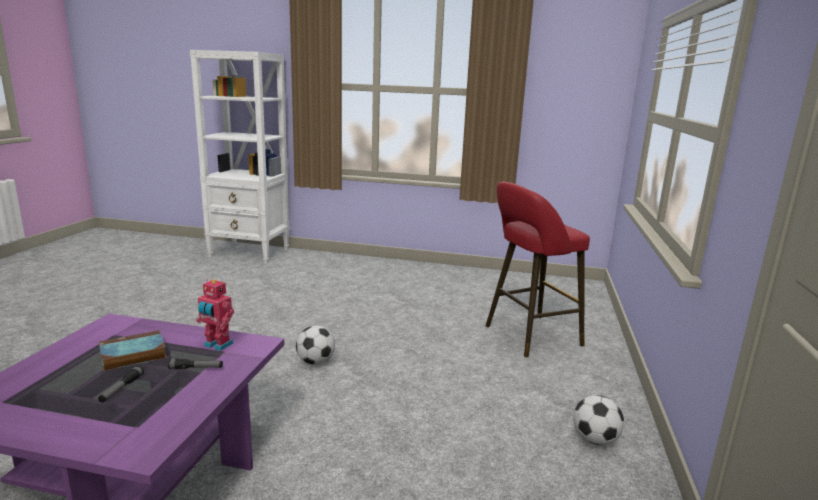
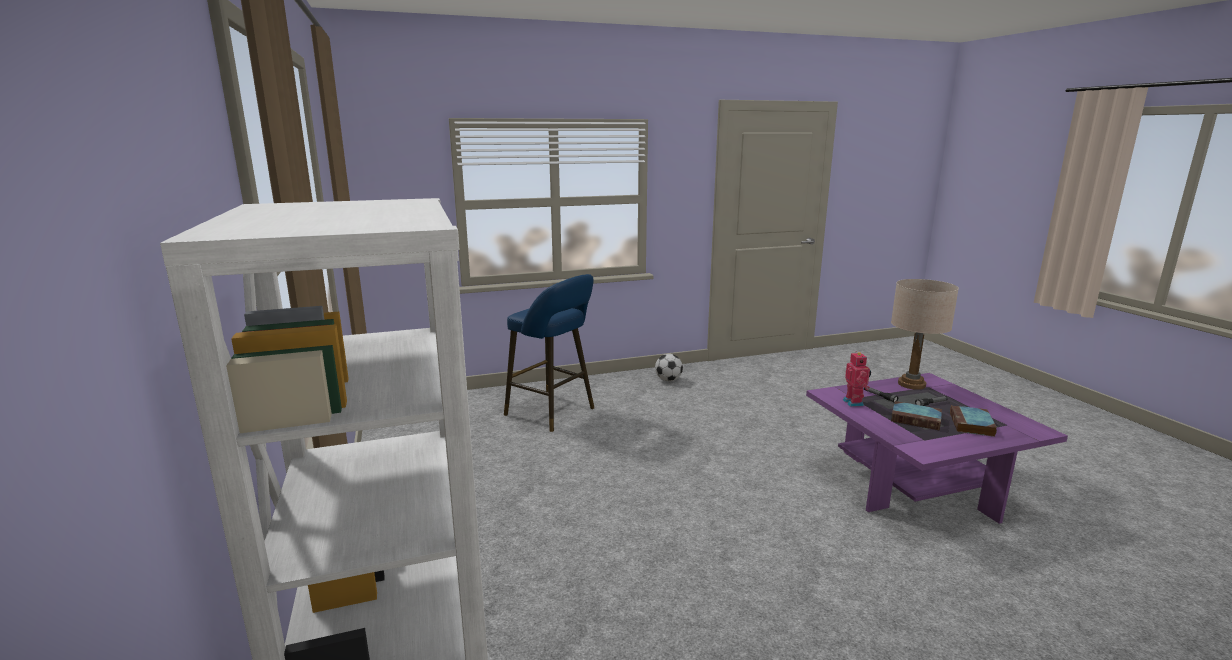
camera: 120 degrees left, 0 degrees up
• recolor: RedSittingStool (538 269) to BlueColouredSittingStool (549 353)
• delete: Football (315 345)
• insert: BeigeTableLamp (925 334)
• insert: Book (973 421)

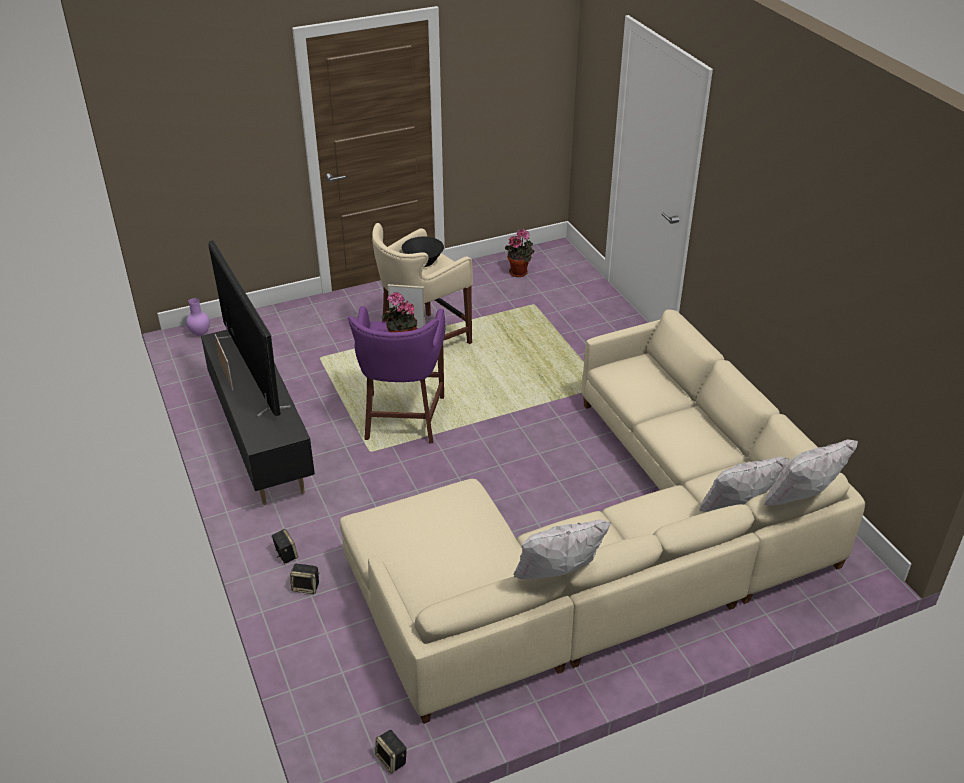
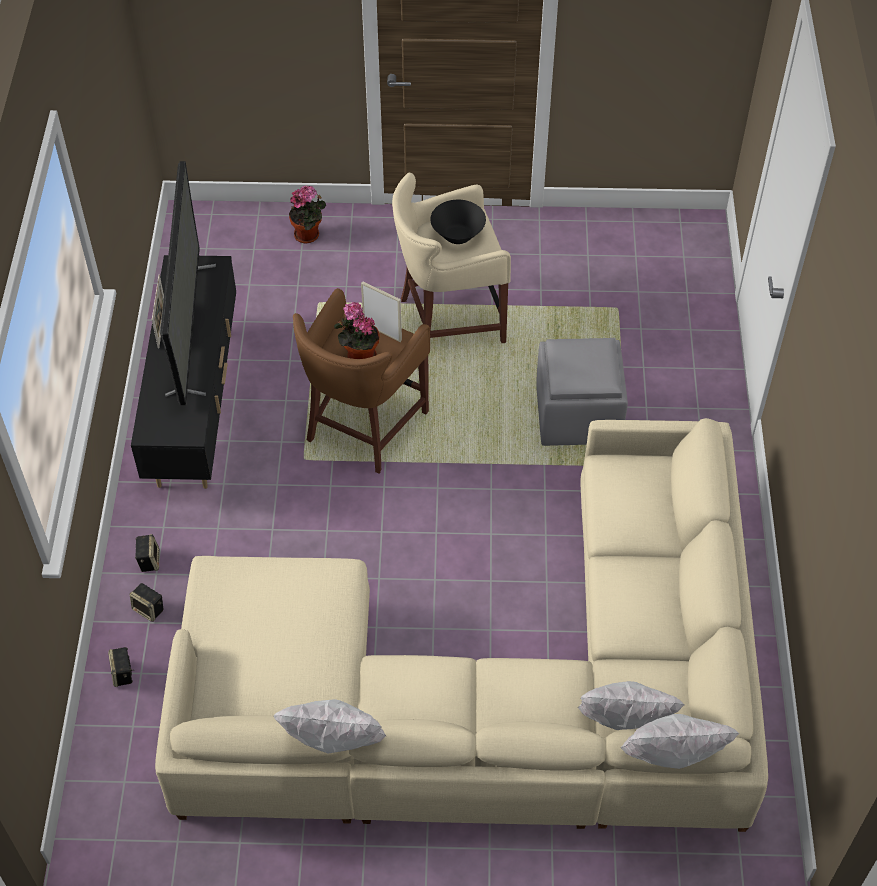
camera: 25 degrees right, 15 degrees up
• move: PottedPlant (519 253) to (307 215)
• delete: PurpleFlowerVase (198 317)
• recolor: PurpleSittingStool (396 374) to BrownSittingStool (361 381)
• move: AudioSpeaker (391 751) to (120 667)
• insert: GreyPouffe (582 392)

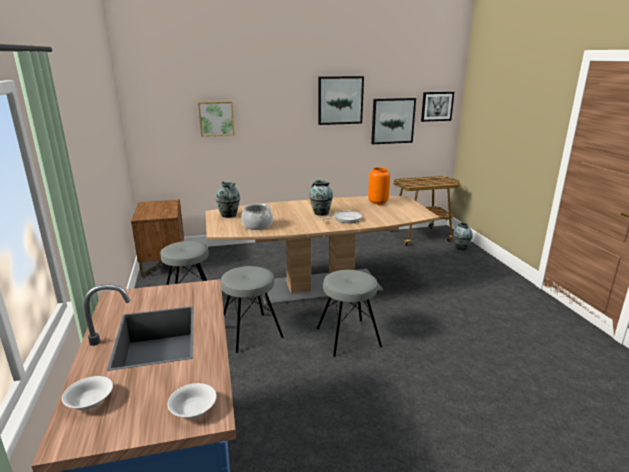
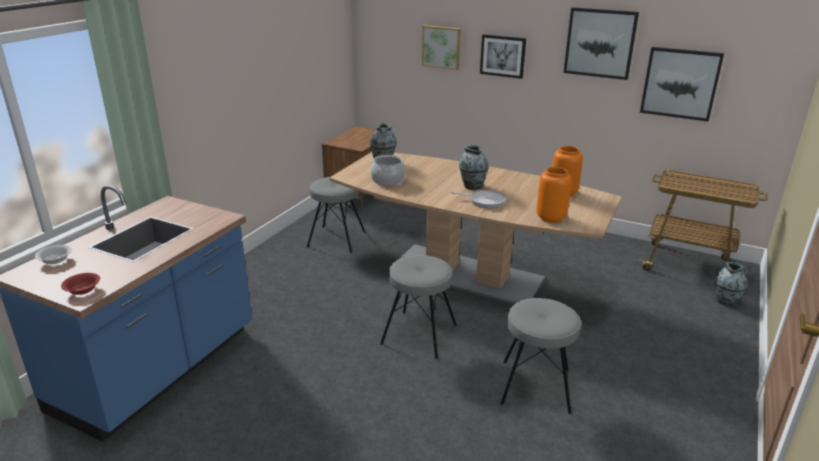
camera: 40 degrees right, 5 degrees up
• move: WallPicture (437 107) to (503 56)
• move: GreySittingStool (252 309) to (540 356)
• recolor: WhiteColouredDeepDish (192 401) to RedDeepDish (80 284)
• insert: OrangeColouredFlowerVase (554 195)

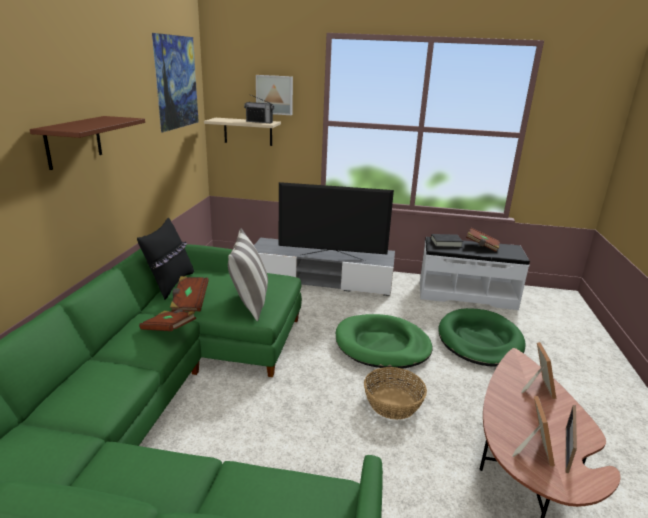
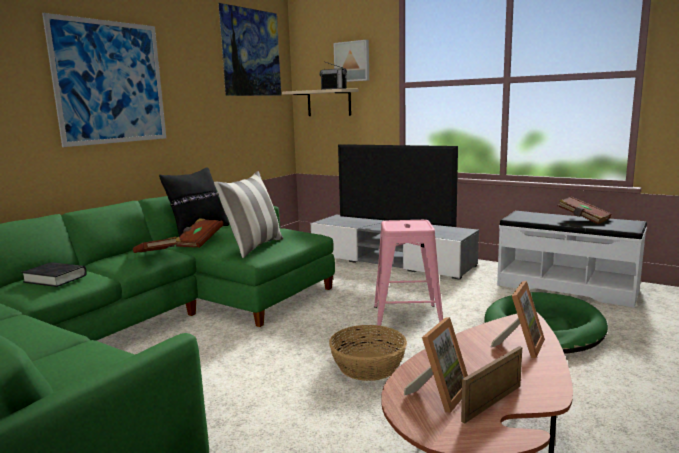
camera: 25 degrees right, 10 degrees down
• replace: BrownBracketShelf (87 143) to WallPicture (104 80)
• move: BlackBook (447 241) to (54 274)
• replace: GreenDogBed (384 341) to PinkSittingStool (408 276)

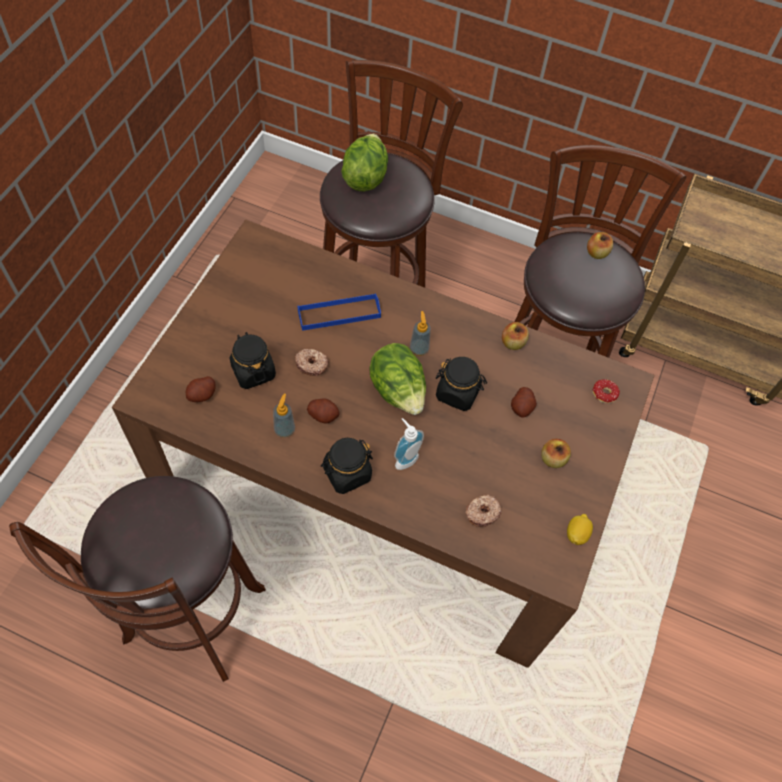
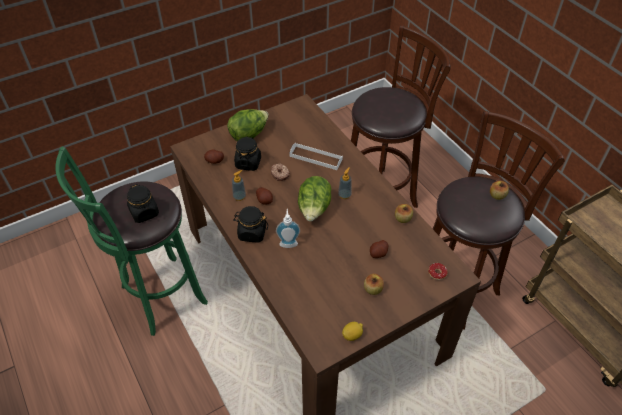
camera: 40 degrees right, 10 degrees down
• move: LettuceHead (364 163) to (248 125)
• recolor: BlueColouredTray (339 312) to WhiteColouredTray (316 156)
• move: BlackJar (461 384) to (143 203)
• recolor: BrownSittingStool (137 579) to GreenSittingStool (131 241)
• delete: RingDoughnut (483 511)

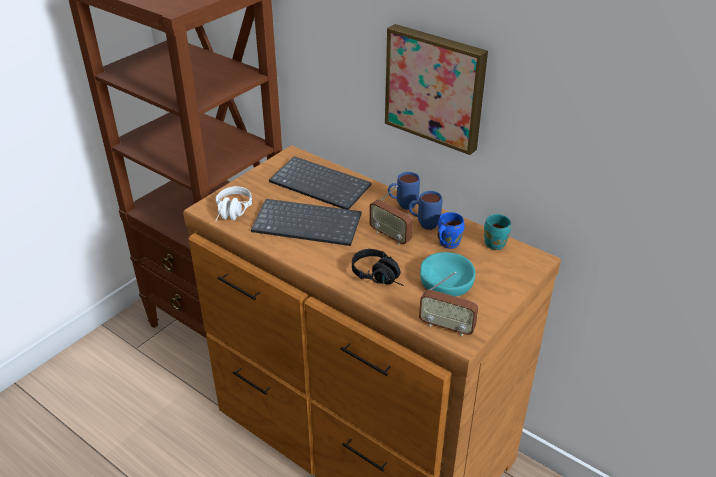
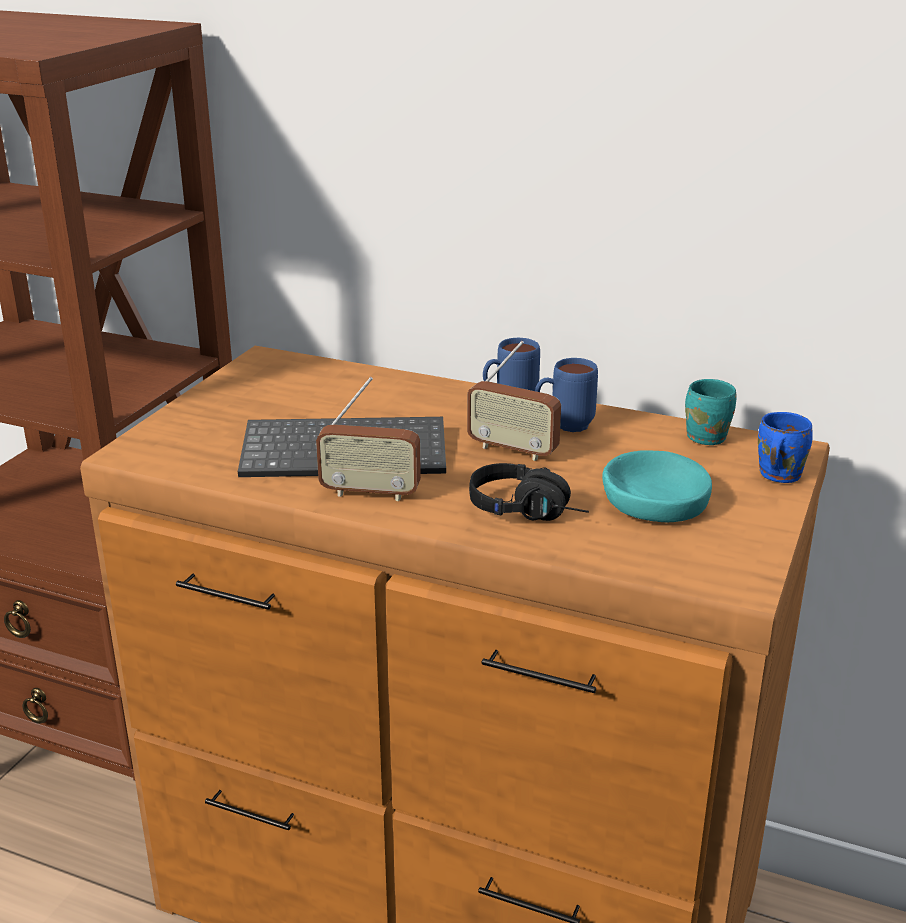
camera: 15 degrees left, 10 degrees down
• delete: WallPicture (436 89)
• delete: PcKeyboard (320 183)
• delete: WhiteColouredHeadphones (233 204)
• move: BlueColouredCoffeeMug (451 230) to (785 447)
• move: RadioReceiver (448 304) to (368 439)

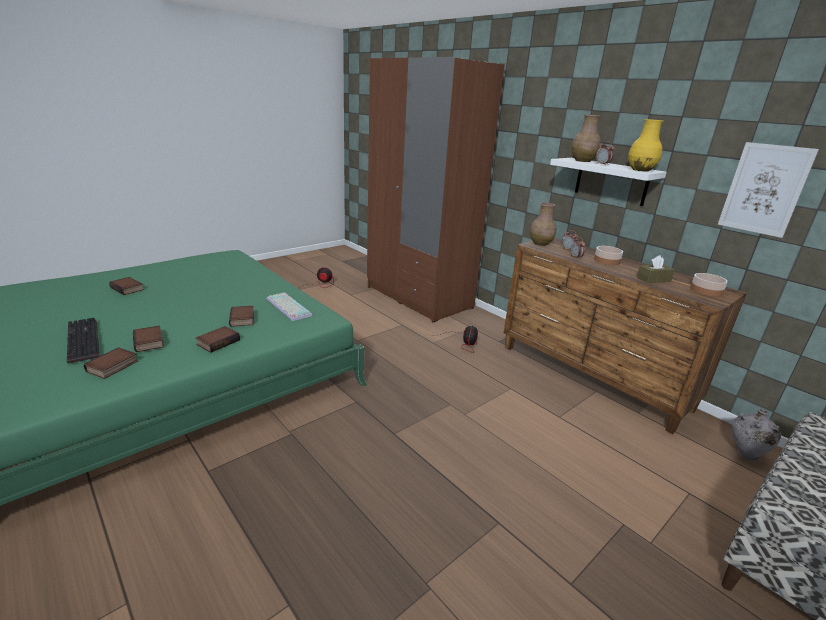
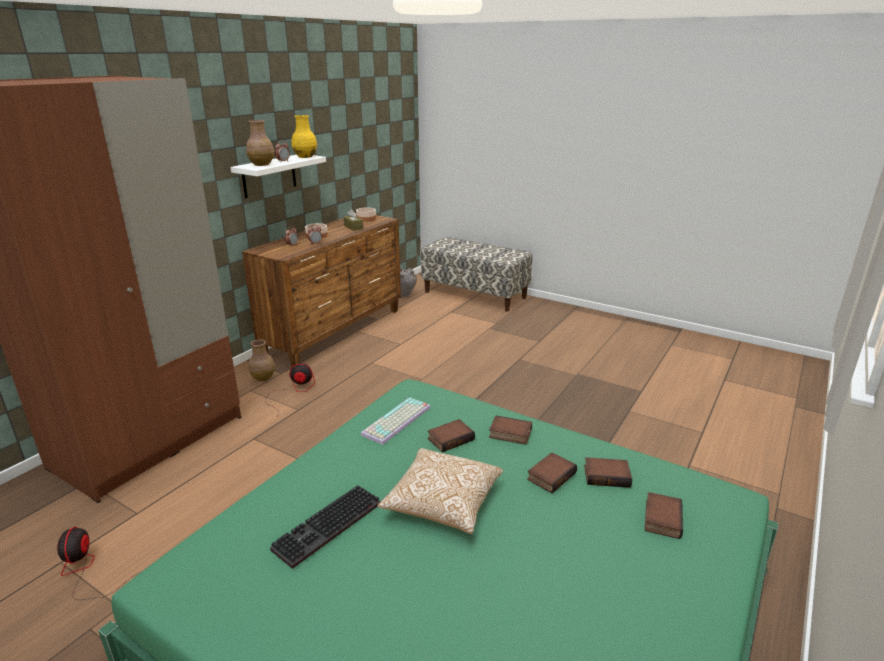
camera: 105 degrees left, 0 degrees up
• delete: WallPicture (768 190)
• move: BrownFlowerVase (543 224) to (261 360)
• move: Book (126 286) to (664 515)
• move: PcKeyboard (83 341) to (325 527)
• insert: Pillow (440 491)

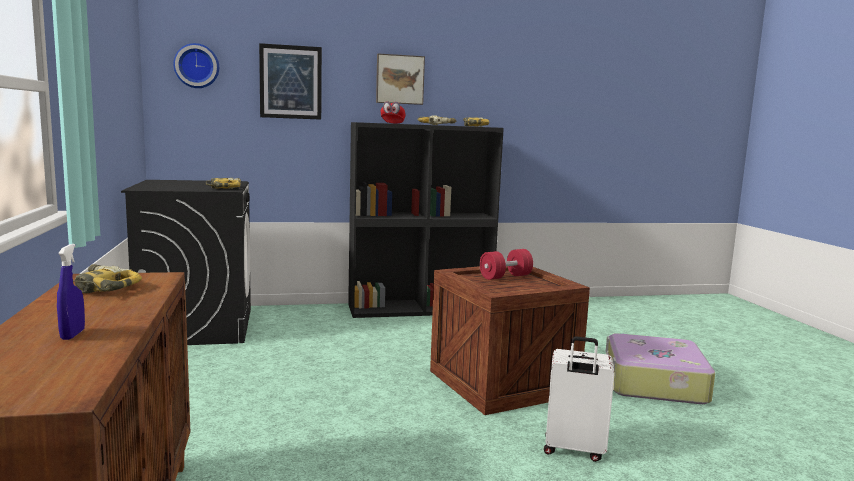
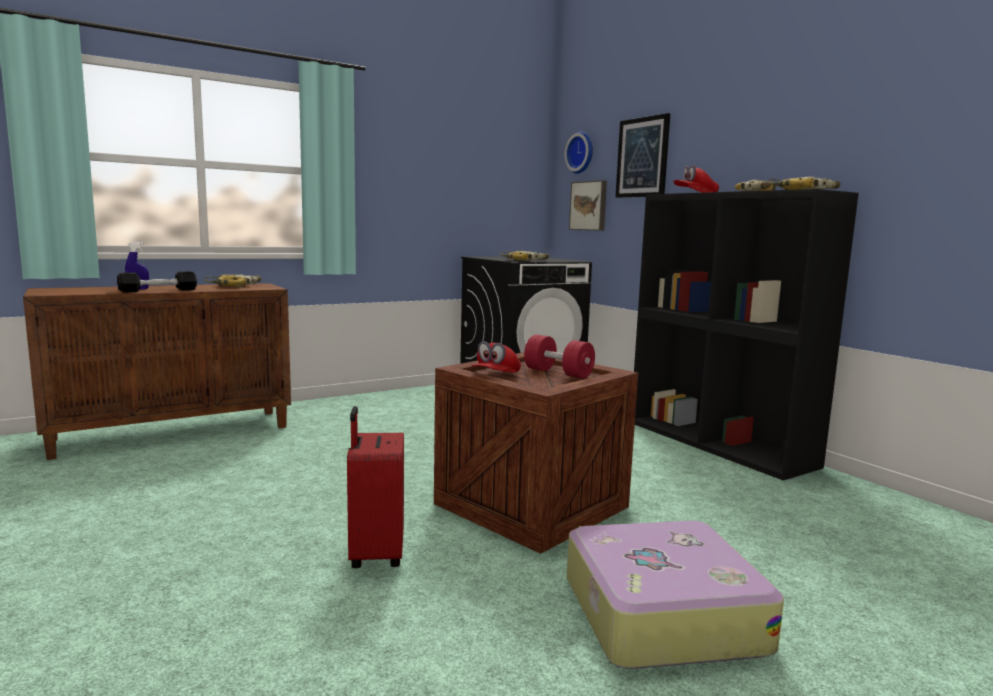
camera: 70 degrees right, 0 degrees up
• move: WallPicture (400 79) to (588 205)
• recolor: WhiteColouredPieceOfLuggage (579 399) to RedPieceOfLuggage (375 487)
• insert: BlackHandWeight (157 282)
• insert: RedCap (496 356)

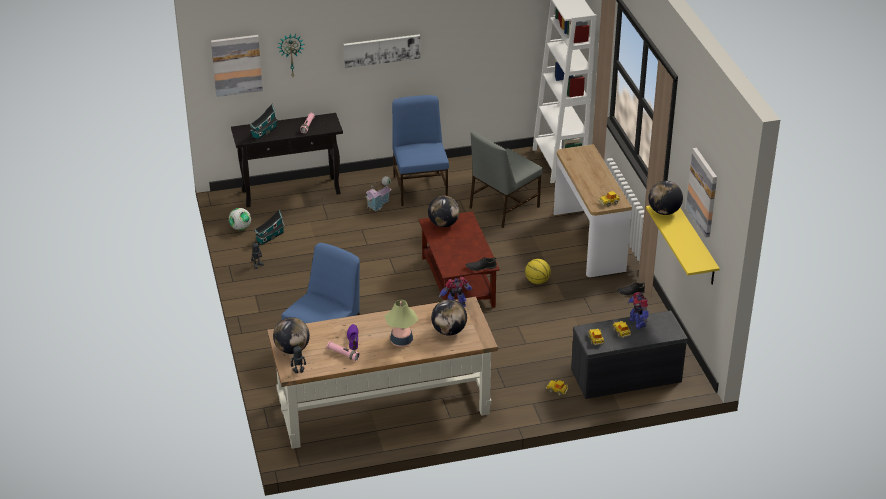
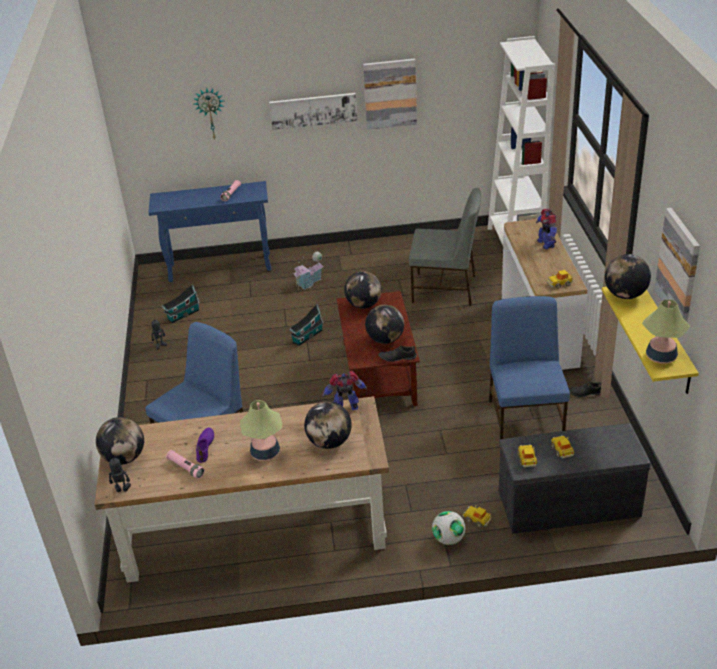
camera: 10 degrees right, 0 degrees up
• move: WallPicture (237 66) to (390 94)
• move: BlueColouredPlainChair (420 150) to (529 367)
• move: ModelHouse (264 121) to (306 325)
• recolor: BlackNarrowTable (287 160) to BlueColouredNarrowTable (209 231)
• rotate: GreyPlainChair (506 179) = (445 247) 135 degrees counterclockwise
• move: Football (240 219) to (448 528)
• delete: Basketball (538 271)
• move: ToyRobot (638 310) to (546 229)
• insert: TableLamp (666 331)
• insert: WorldGlobe (384 324)

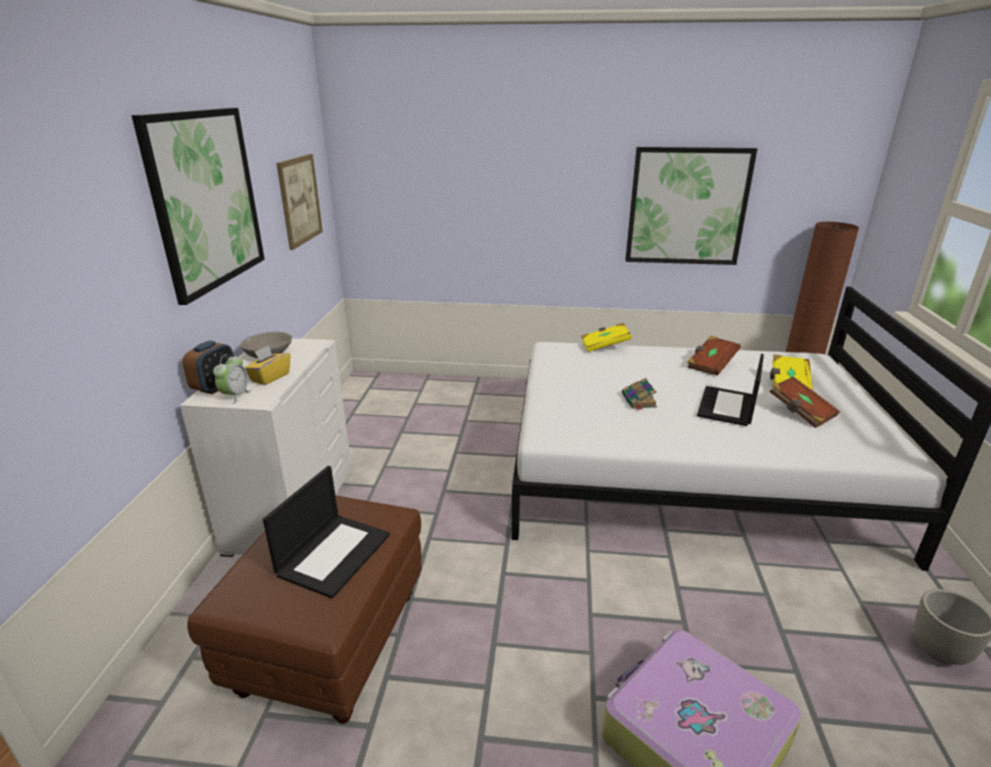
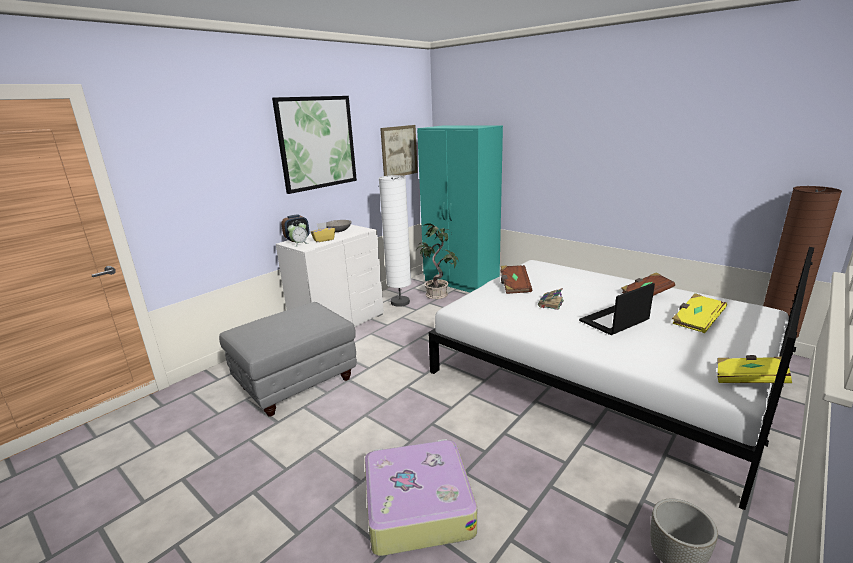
camera: 35 degrees right, 5 degrees down
• delete: WallPicture (691 206)
• move: YellowishBook (606 337) to (754 369)
• move: BrownBook (804 402) to (516 279)
• delete: PortableComputer (326 532)
• recolor: BrownPouffe (304 609) to GreyPouffe (288 359)
• insert: TurquoiseClothesCupboard (460 209)
• insert: WhiteColouredFloorLamp (395 241)
• insert: PottedPlant (438 261)

